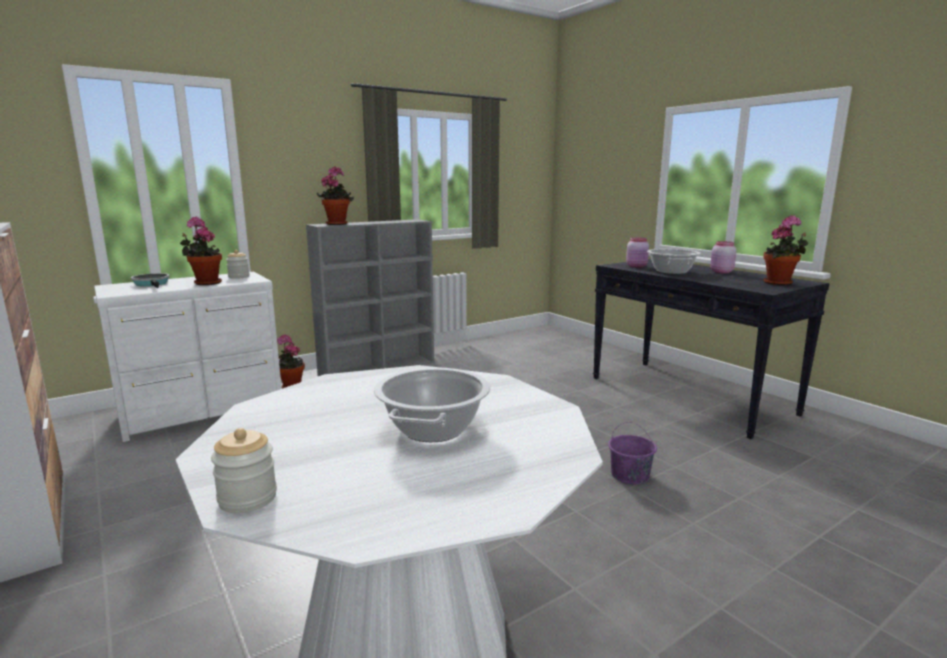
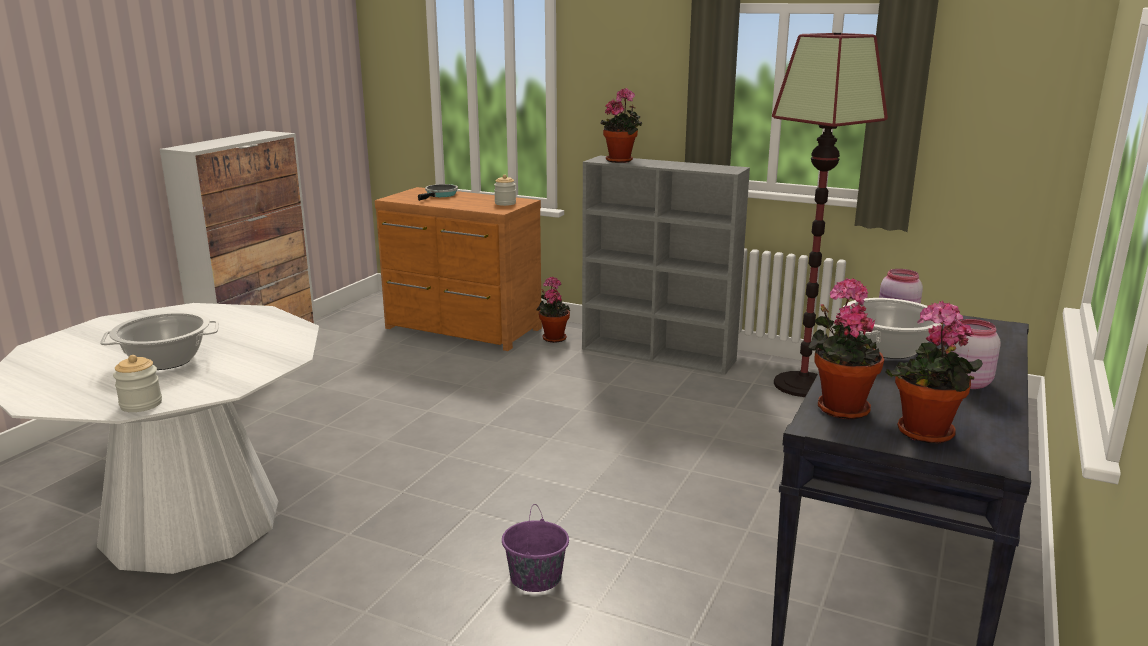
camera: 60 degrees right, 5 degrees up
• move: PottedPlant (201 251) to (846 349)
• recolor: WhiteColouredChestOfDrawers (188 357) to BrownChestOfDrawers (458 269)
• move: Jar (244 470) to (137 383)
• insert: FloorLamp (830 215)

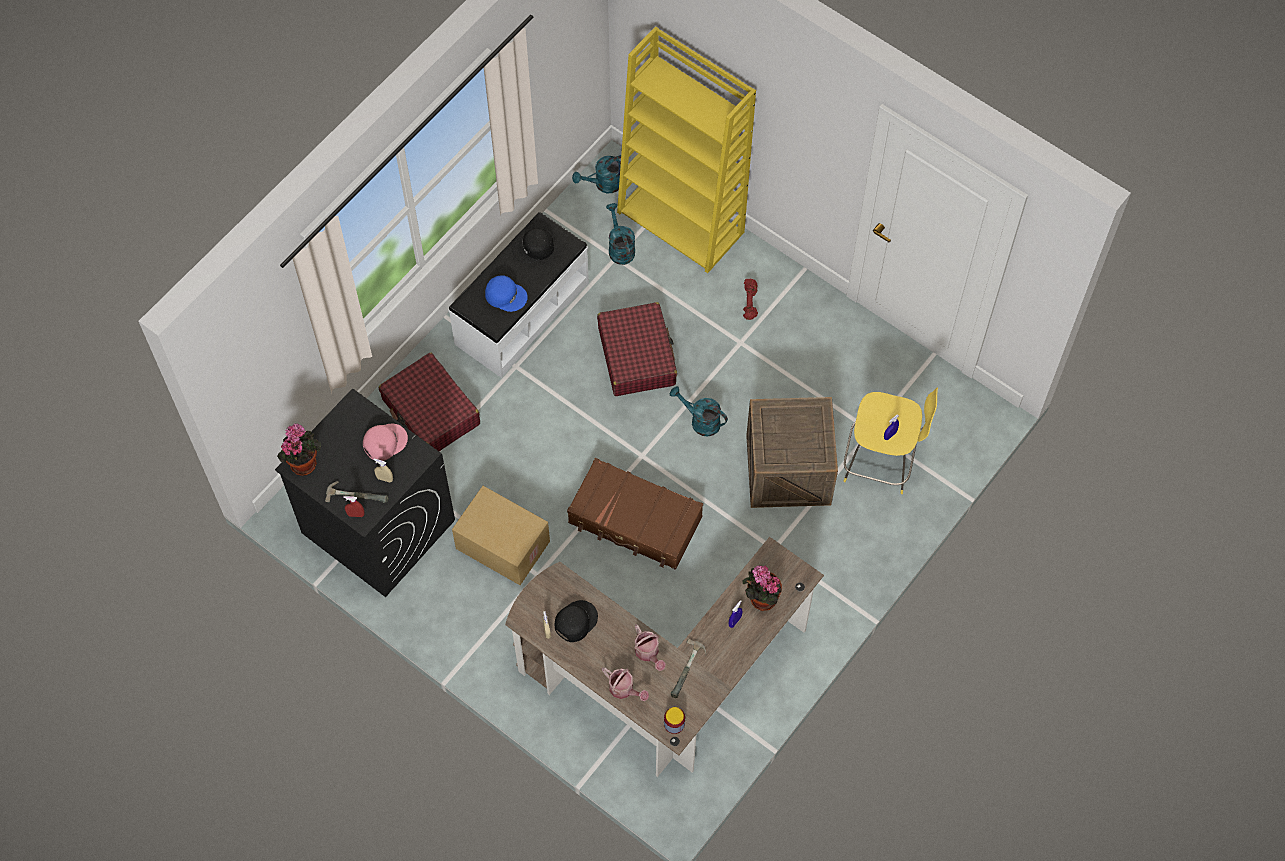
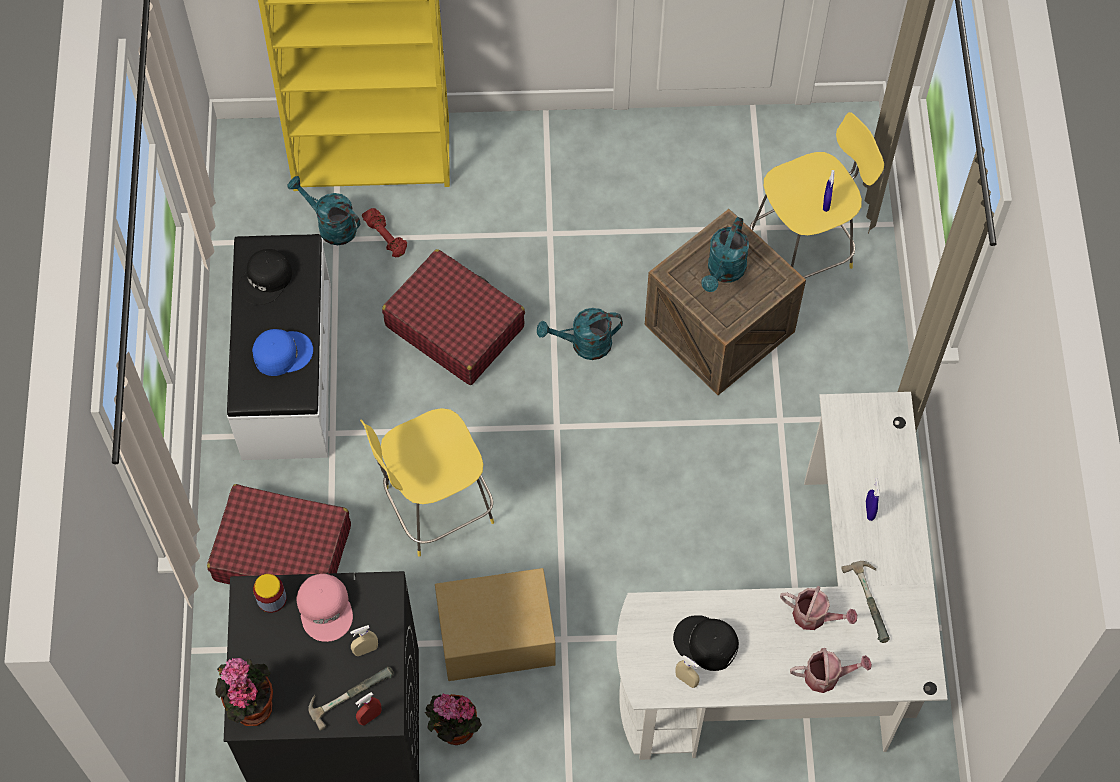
camera: 40 degrees left, 0 degrees up
• move: TurquoiseSprinklingCan (596 174) to (725 254)
• move: RedHandWeight (750 299) to (384 232)
• rotate: PinkCap (385 442) = (324 608) 150 degrees clockwise
• delete: BrownPieceOfLuggage (635 514)
• recolor: BrownDeskUnit (664 657) to WhiteColouredDeskUnit (782 576)
• move: PottedPlant (762 588) to (453 719)
• rotate: BlackCap (576 621) = (706 643) 60 degrees counterclockwise
• move: Jar (674 720) to (270 593)
• insert: YellowishSittingStool (427 482)

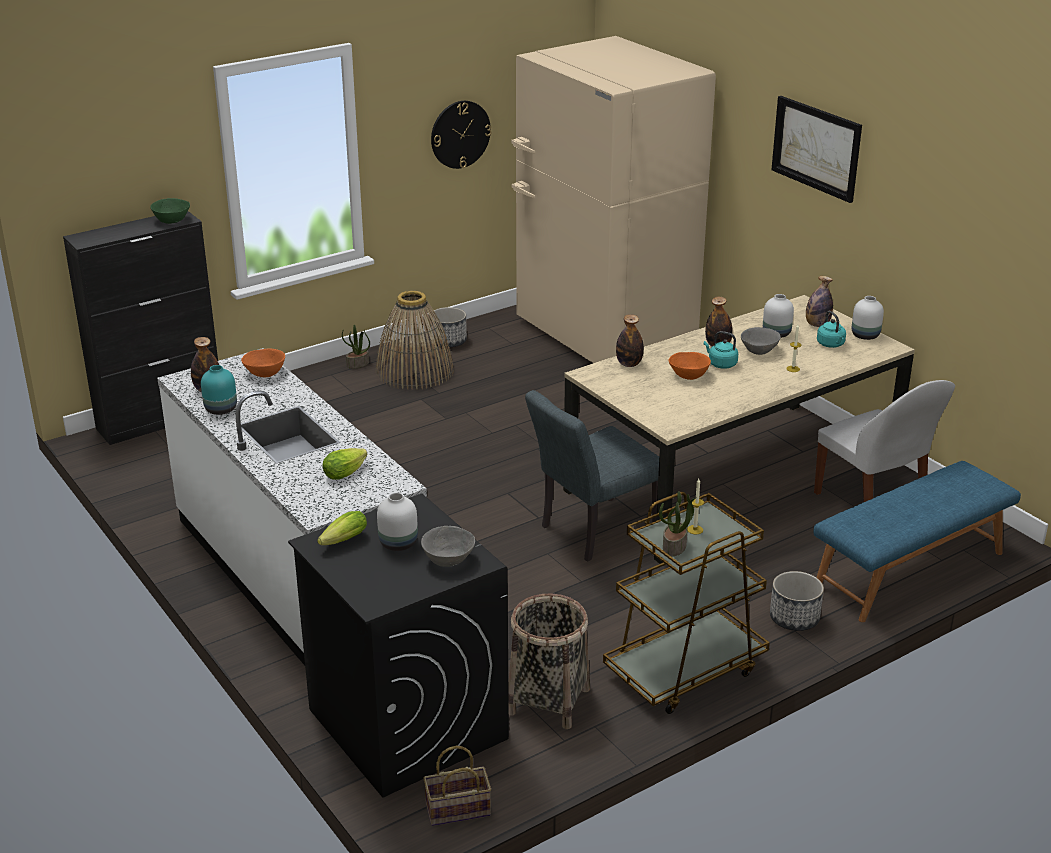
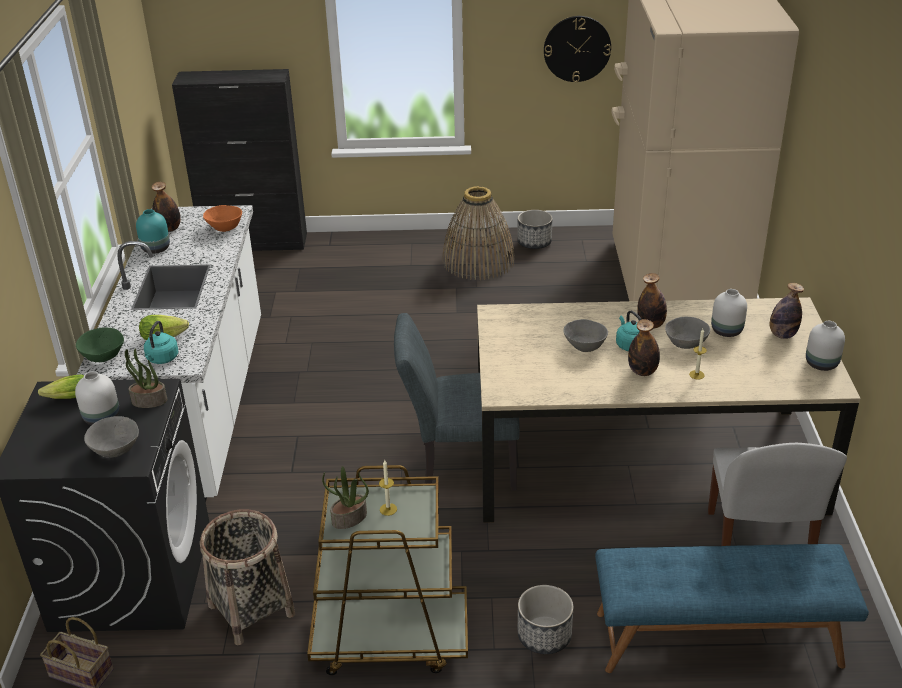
camera: 35 degrees right, 5 degrees up
• delete: WallPicture (816 149)
• move: GreenDeepDish (170 211) to (100 344)
• move: TurquoiseTeaKettle (831 329) to (161 342)
• move: Bottle (630 340) to (644 347)
• move: PottedPlant (356 347) to (146 378)
• recolor: OrangeColouredDeepDish (690 366) to GreyDeepDish (586 335)

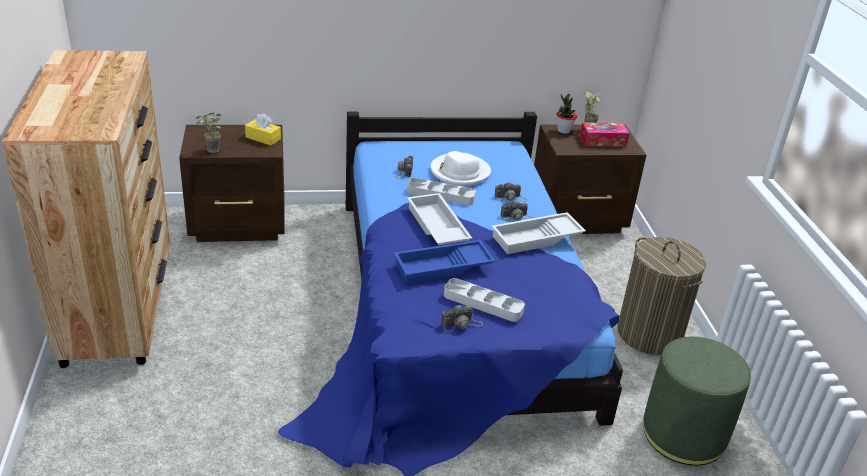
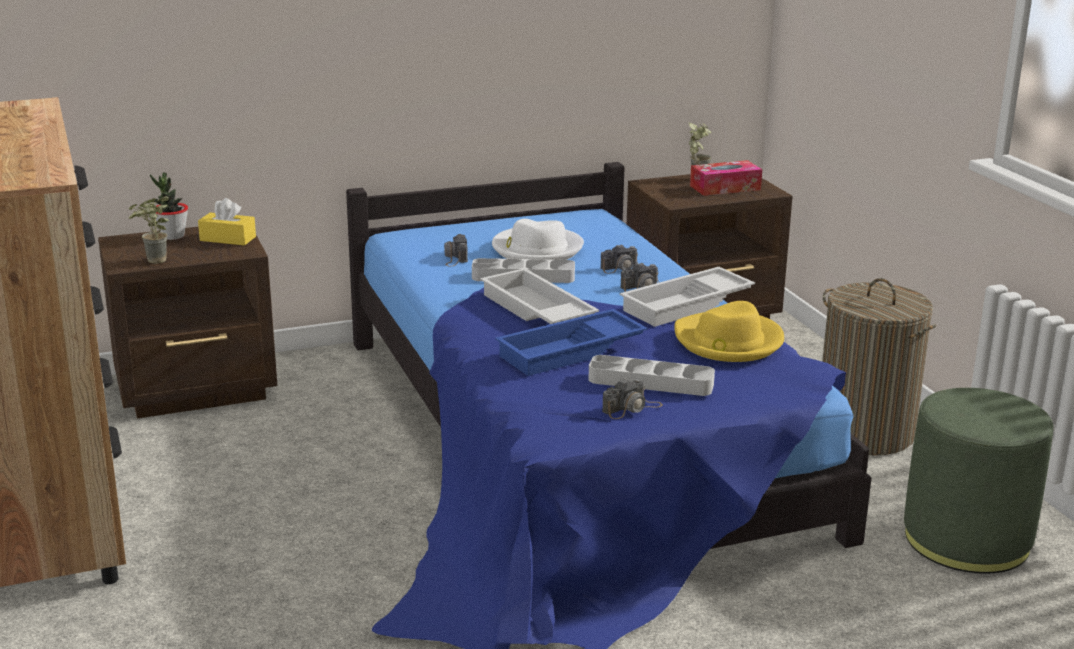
camera: 10 degrees left, 10 degrees down
• move: PottedPlant (566 114) to (169 206)
• insert: YellowishHat (729 331)

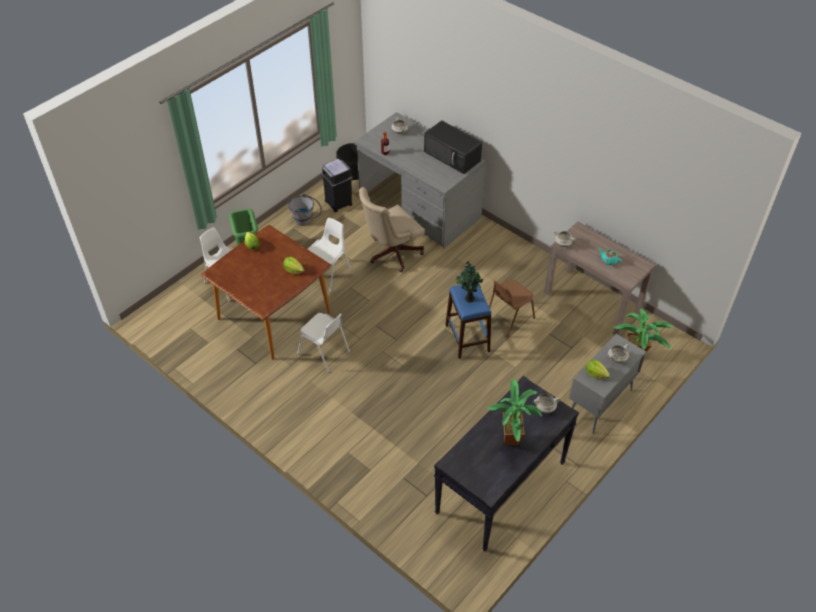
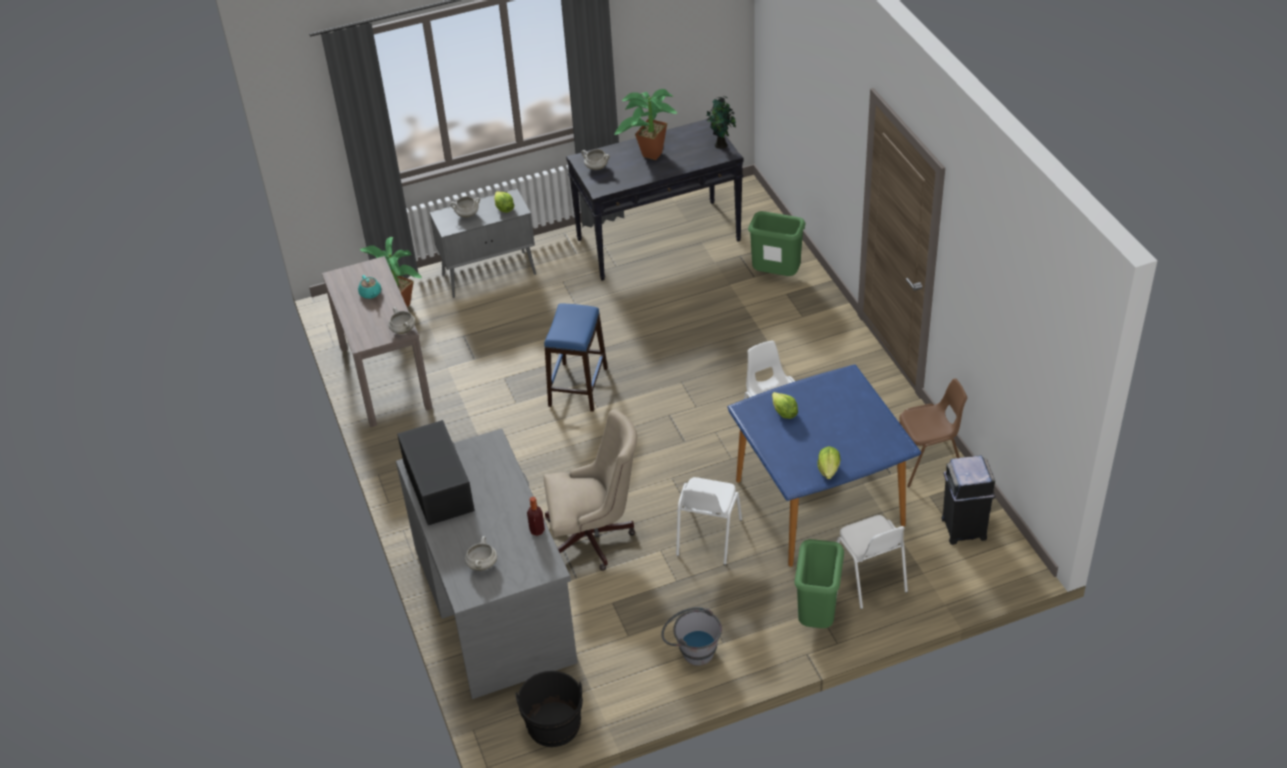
camera: 150 degrees left, 5 degrees down
• move: BlackRubbishBin (337 185) to (968 500)
• rotate: WhiteColouredPlainChair (330 255) = (709 521) 45 degrees counterclockwise
• recolor: BrownKitchenTable (266 292) to BlueColouredKitchenTable (824 466)
• move: PottedPlant (469 282) to (721 122)
• move: BrownPlainChair (510 308) to (933 433)
• insert: GreenRubbishBin (776 243)

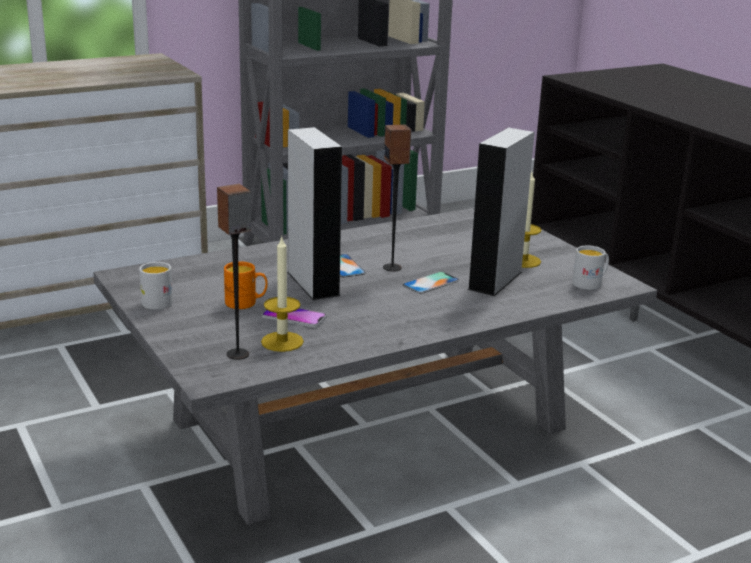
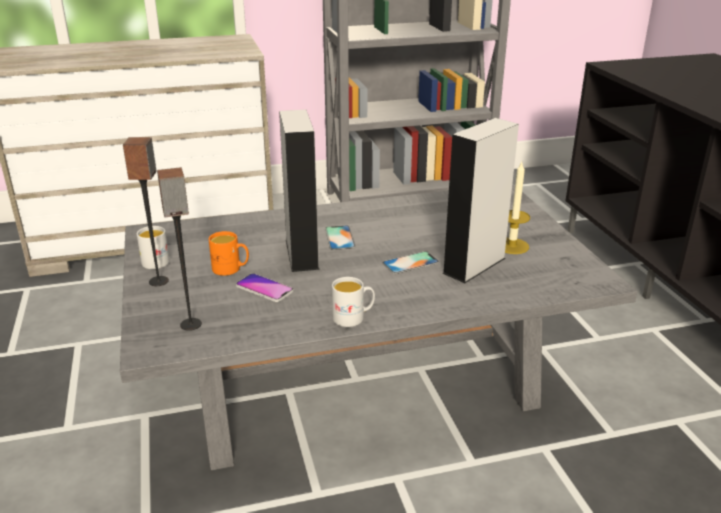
camera: 15 degrees right, 5 degrees up
• move: AudioSpeaker (397 198) to (146 211)
• delete: WaxCandle (282 294)
• move: WhiteColouredCoffeeMug (591 267) to (353 302)

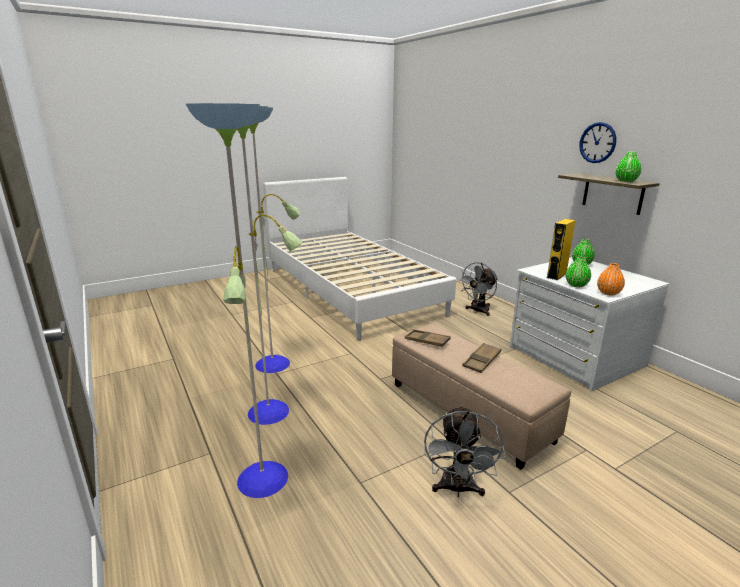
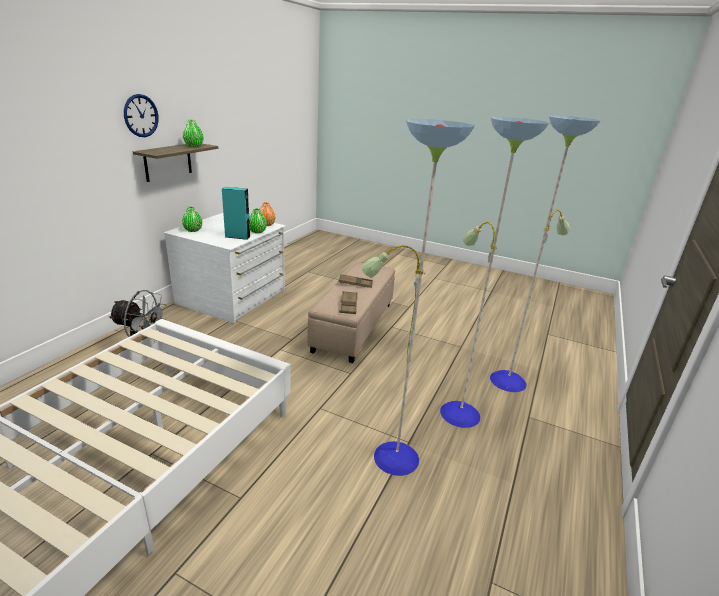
camera: 125 degrees left, 5 degrees up
• recolor: YellowishAudioSpeaker (561 249) to TurquoiseAudioSpeaker (236 213)
• delete: GreyElectricFan (465 451)

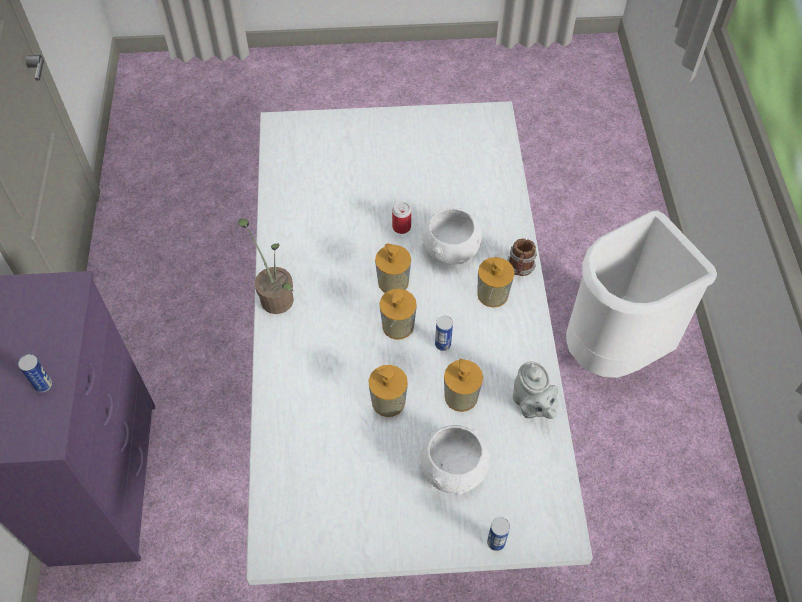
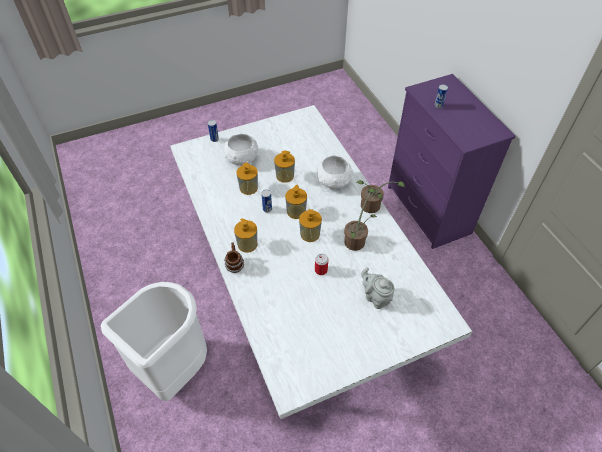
camera: 160 degrees right, 5 degrees down
• move: WhiteColouredDeepDish (452 236) to (335 172)
• move: GreyTeaPot (535 390) to (377 288)
• insert: PottedPlant (360 219)

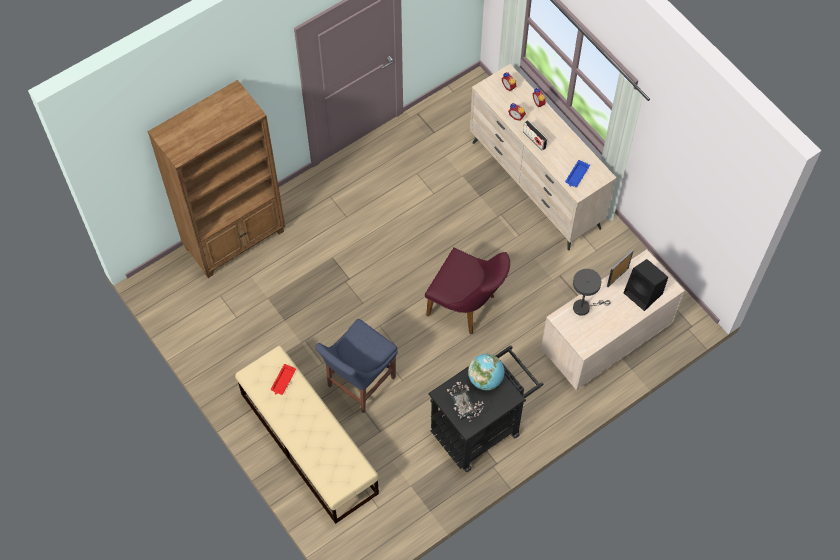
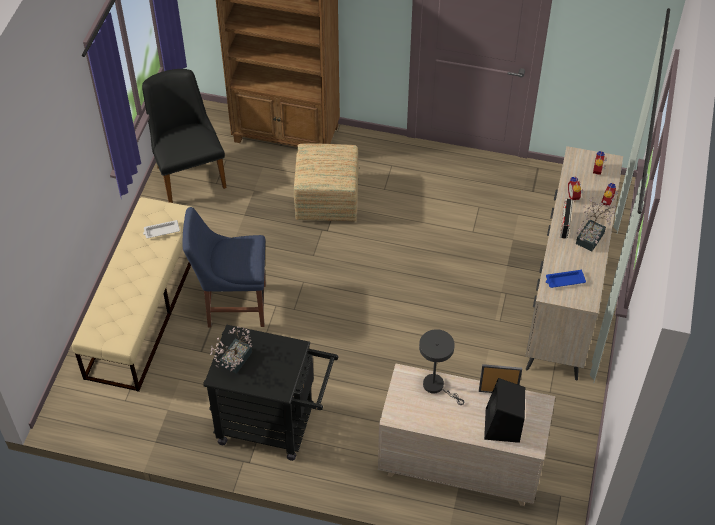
camera: 50 degrees right, 10 degrees down
• delete: PurplePlainChair (467 290)
• delete: WorldGlobe (486 372)
• recolor: RedTray (283 379) to WhiteColouredTray (161 229)
• insert: BlackPlainChair (184 136)
• insert: Pouffe (326 183)
• insert: PottedPlant (596 224)

